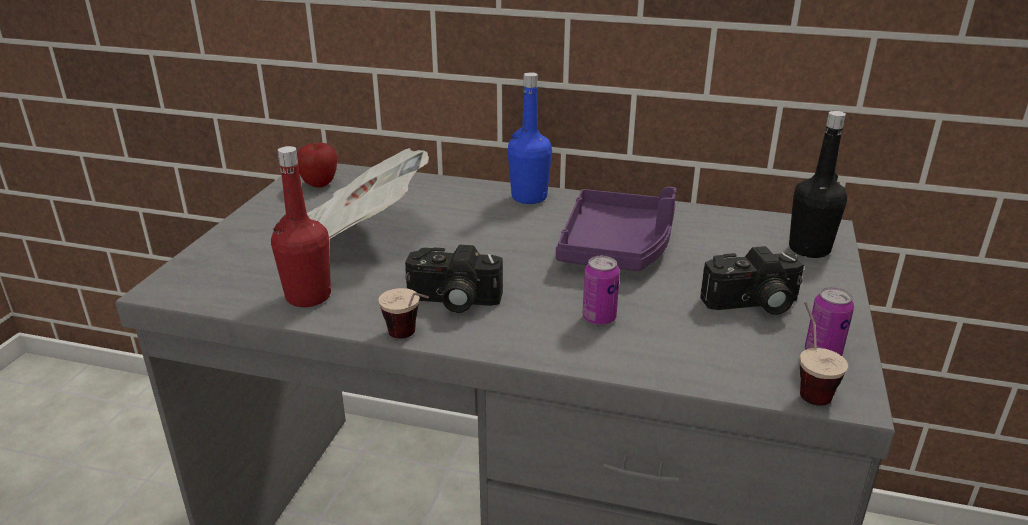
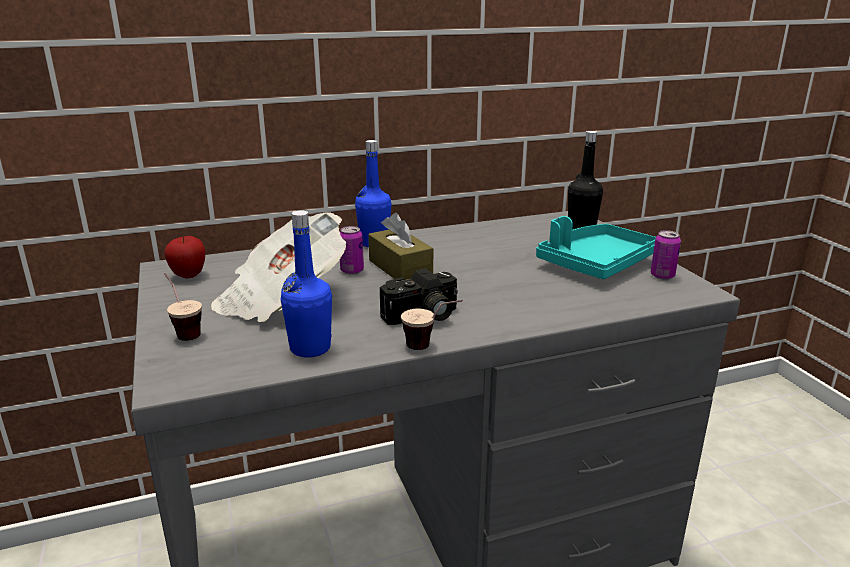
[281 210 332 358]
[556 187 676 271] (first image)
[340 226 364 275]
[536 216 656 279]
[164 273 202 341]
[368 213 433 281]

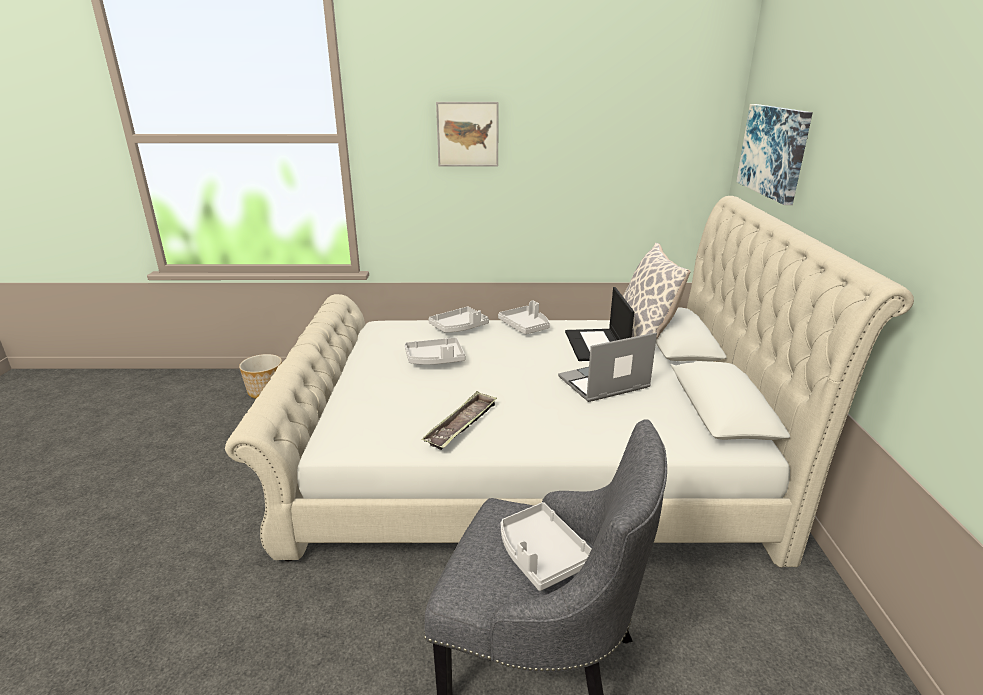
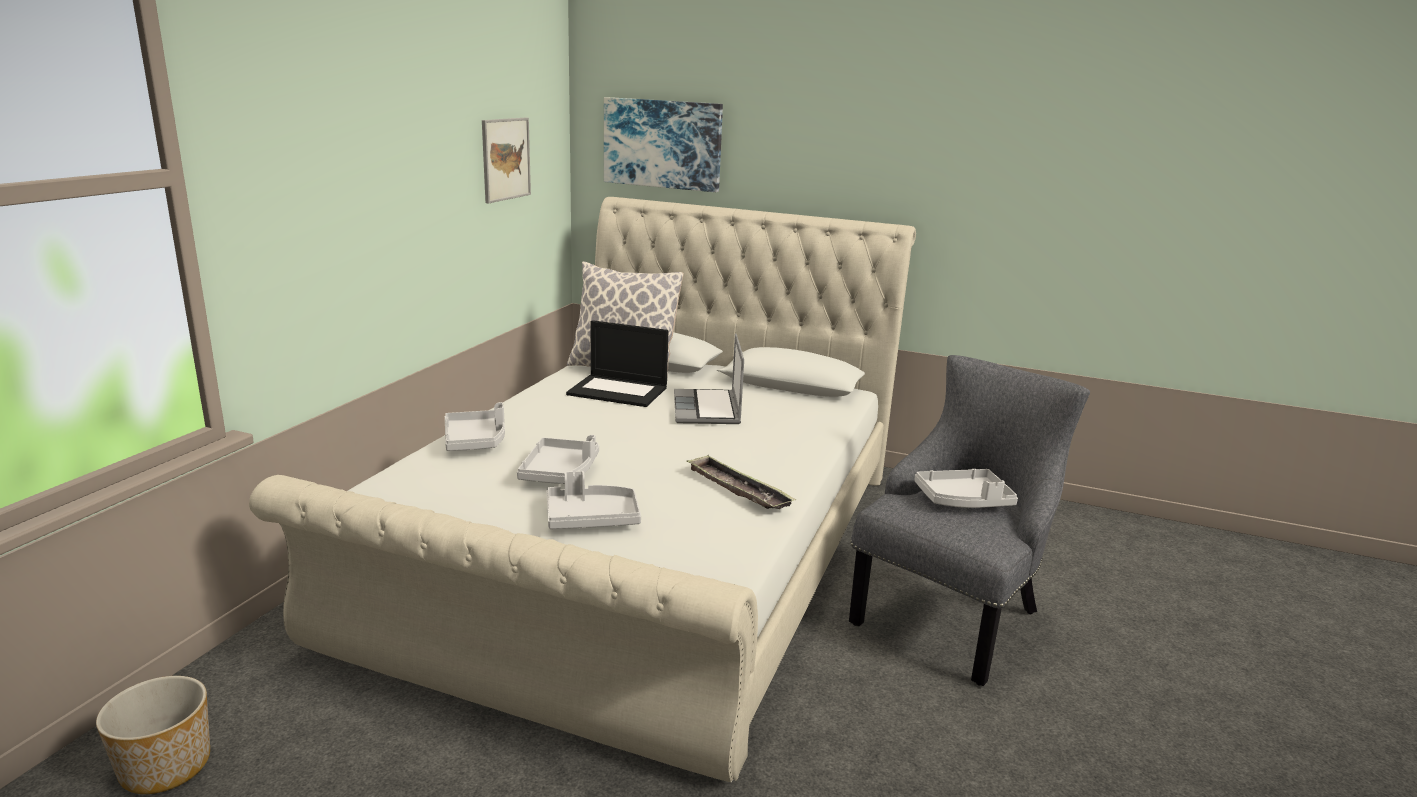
[482 118 531 203]
[546 471 641 529]

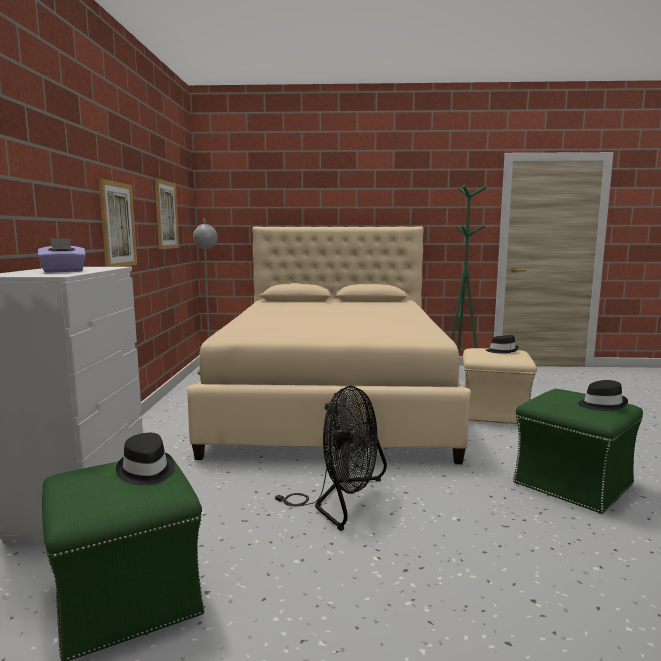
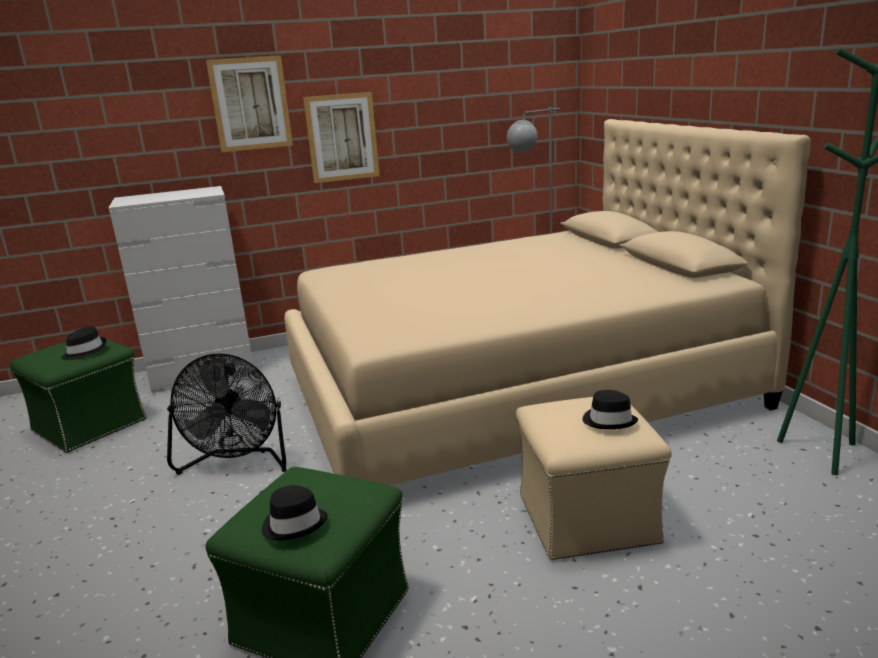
[38 238 86 273] (first image)
[206 55 293 152]

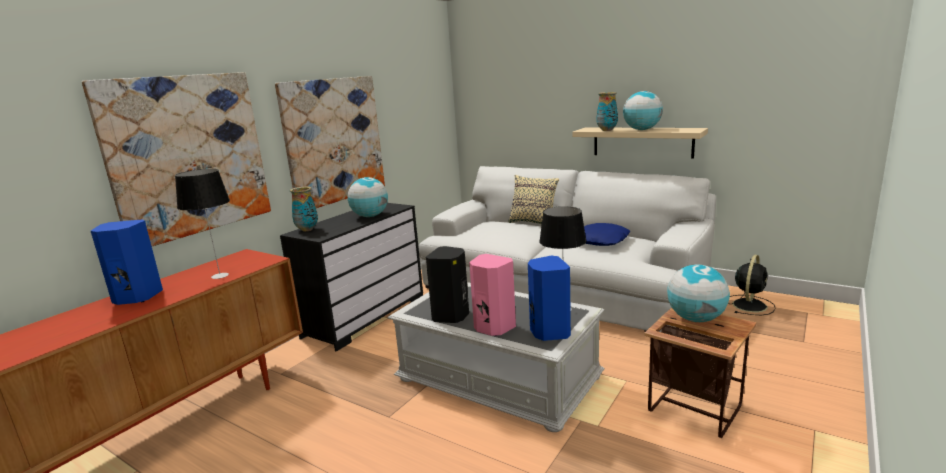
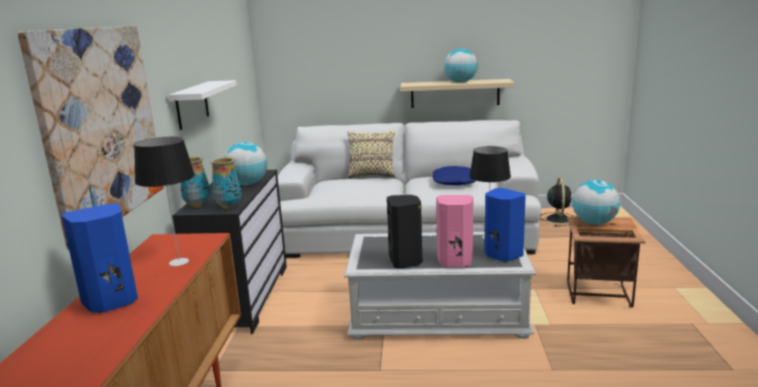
[168 80 237 130]
[210 157 242 209]

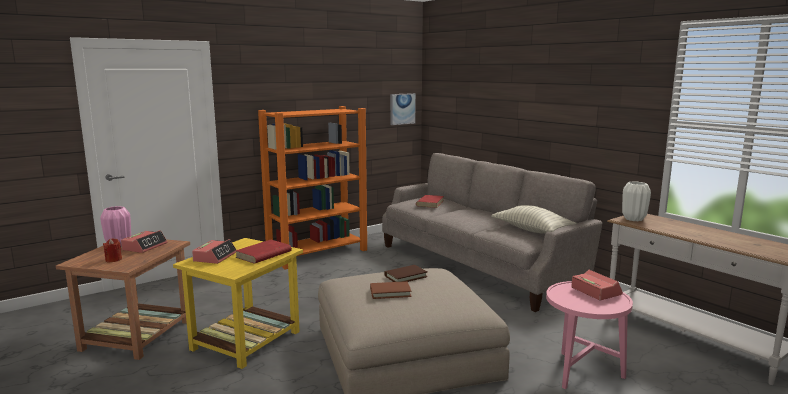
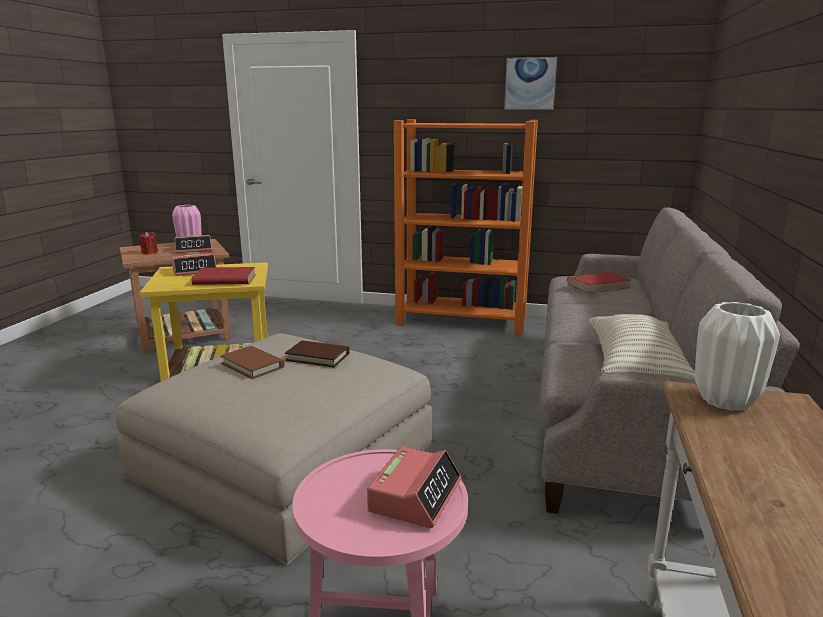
[504 57 557 110]

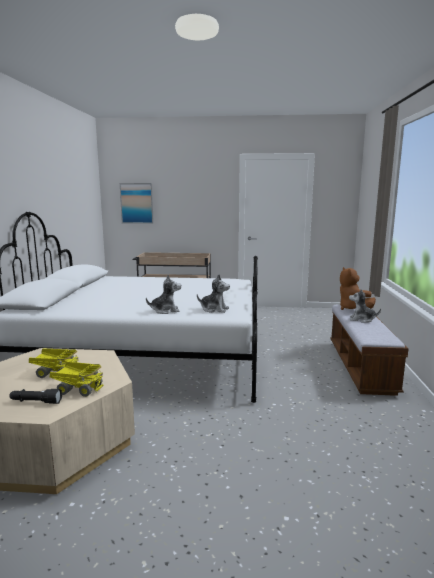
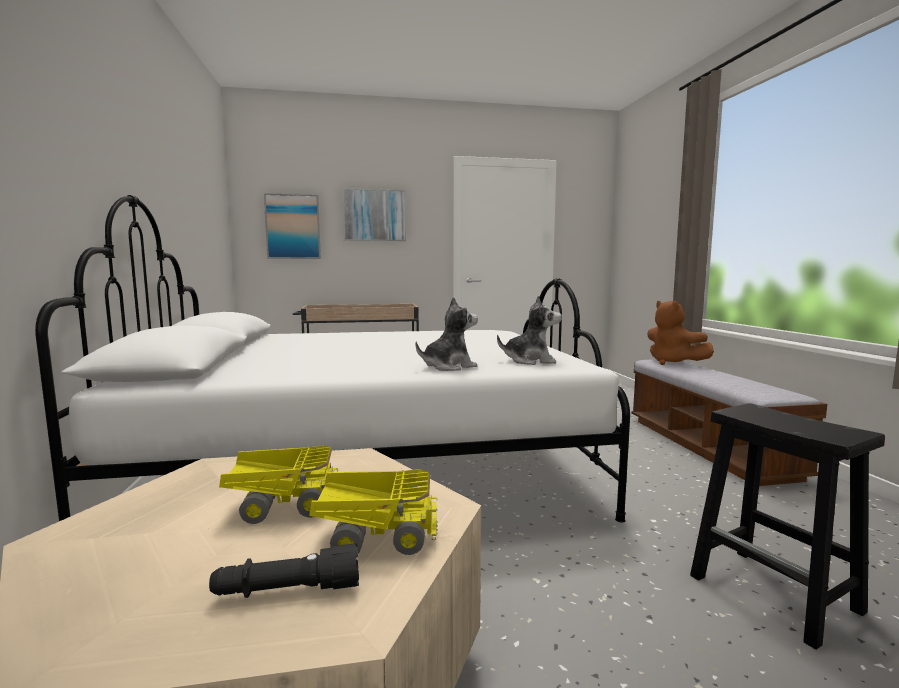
[349 289 381 323] (first image)
[342 188 406 241]
[690 403 885 650]

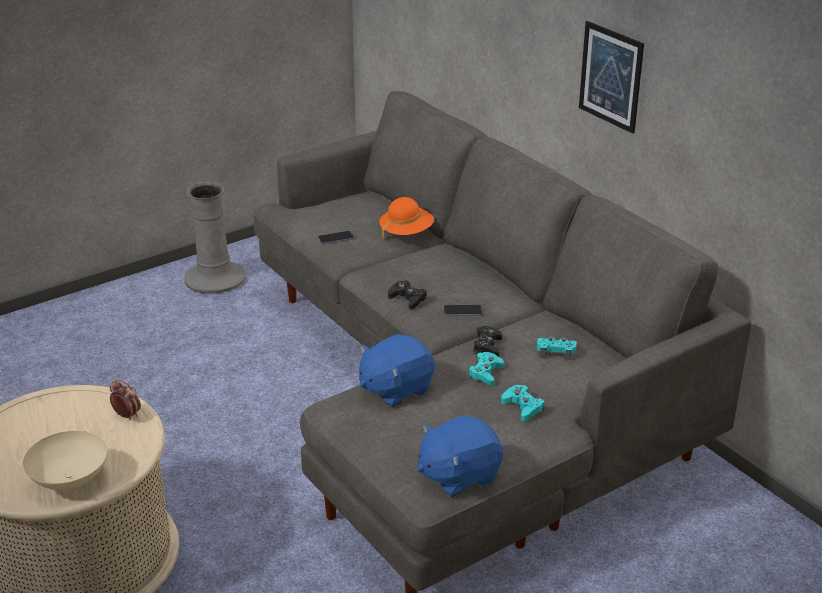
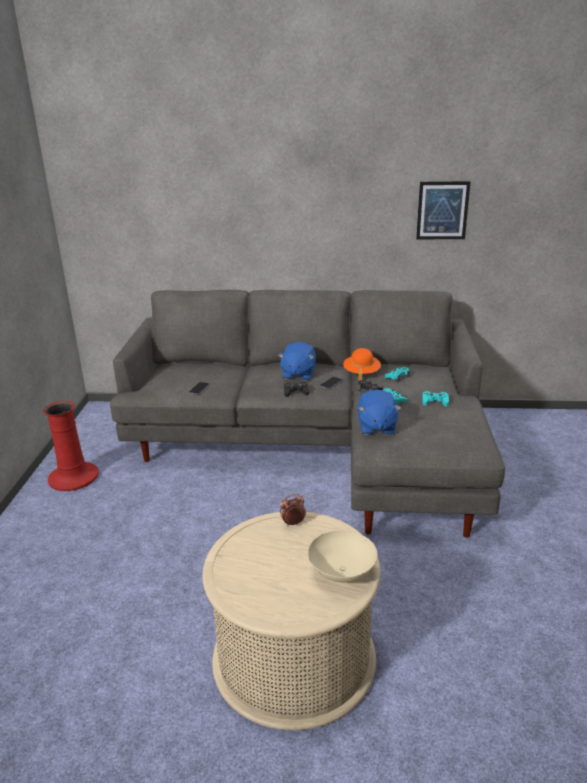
[43 401 99 491]
[343 348 381 381]
[278 342 316 381]
[416 181 471 239]

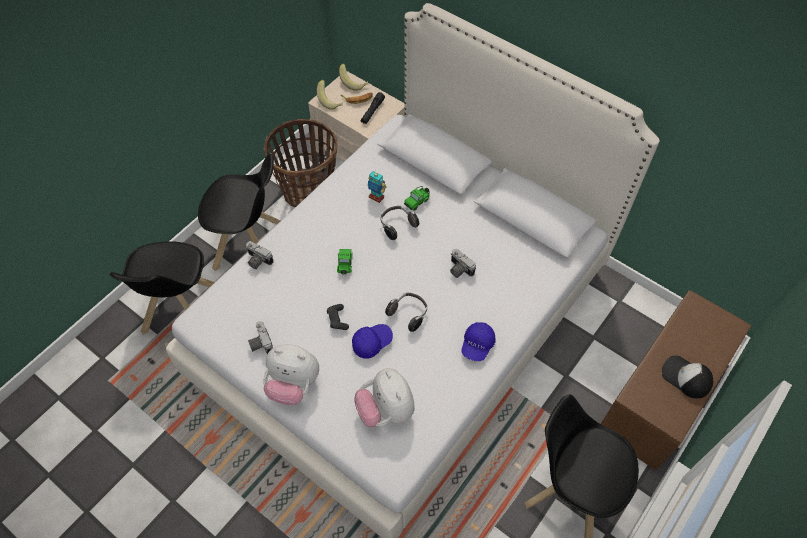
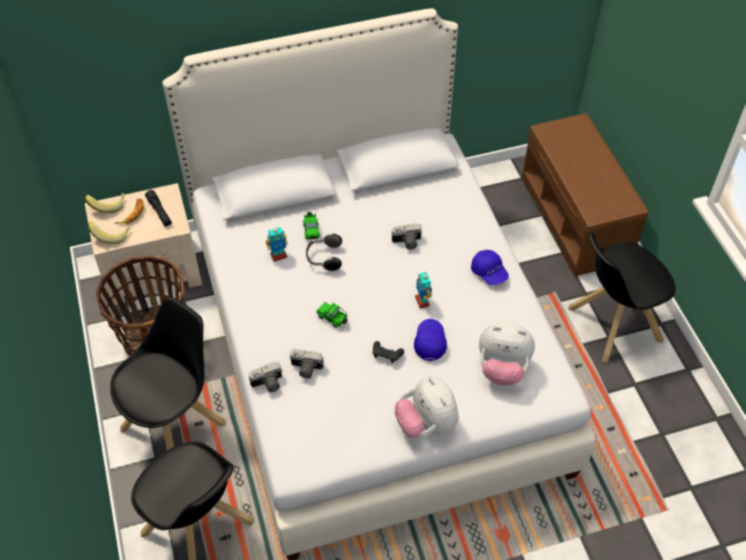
[289 349 323 378]
[395 376 459 438]
[415 272 432 308]
[661 355 713 399] (first image)

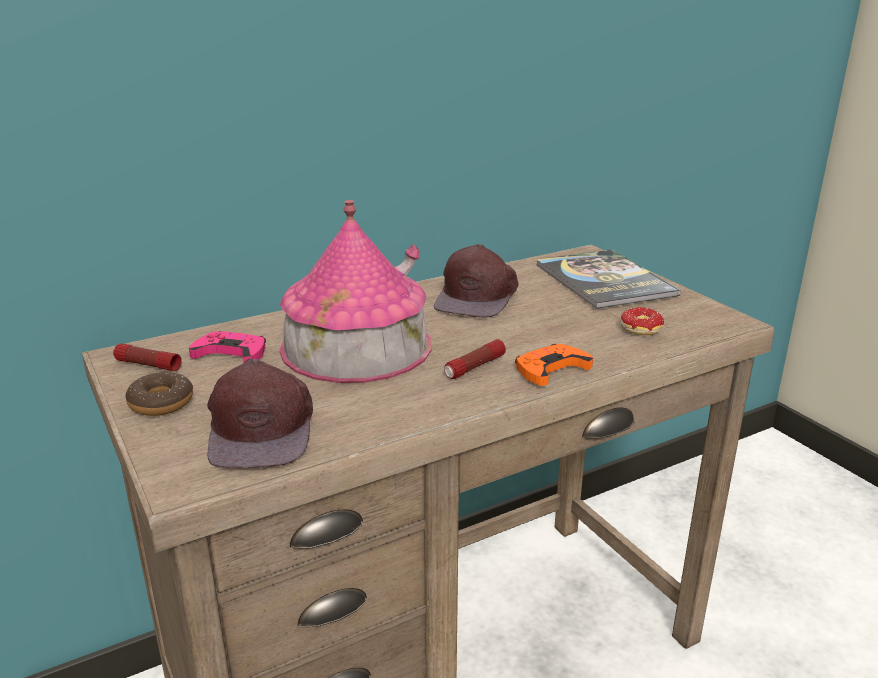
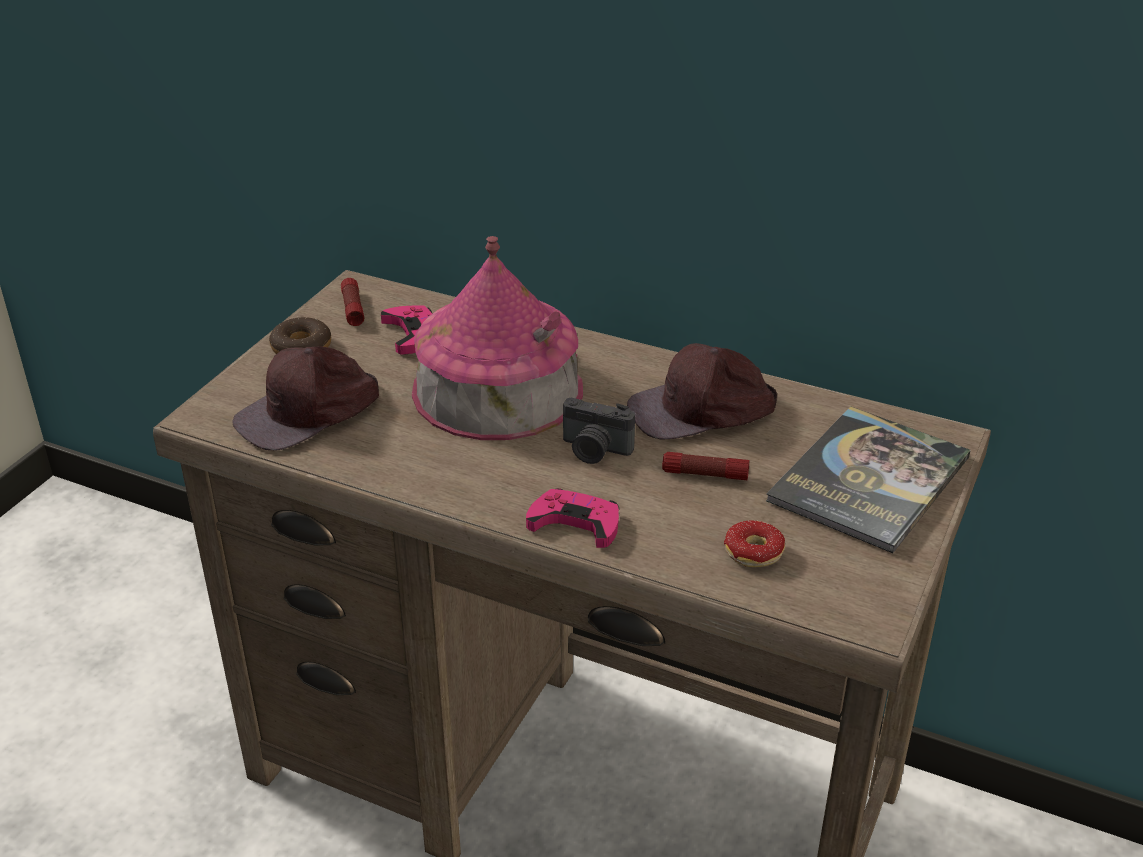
[662 452 749 480]
[526 488 619 548]
[563 398 635 464]

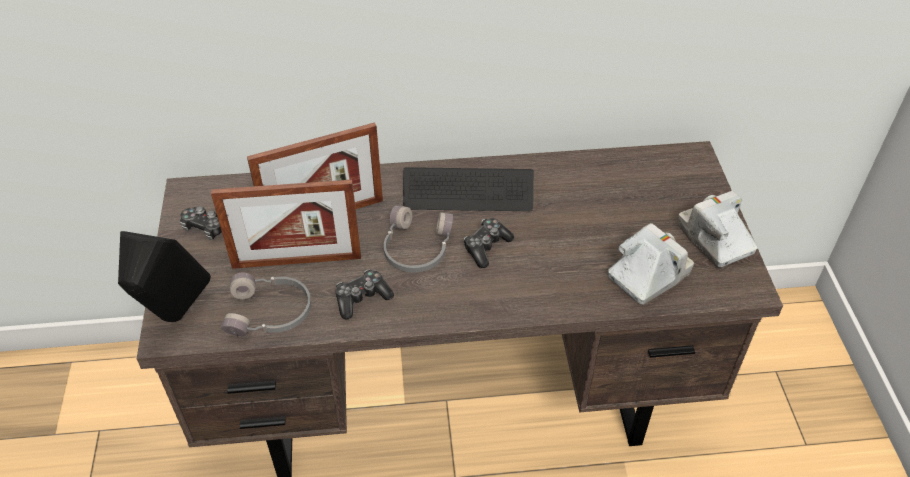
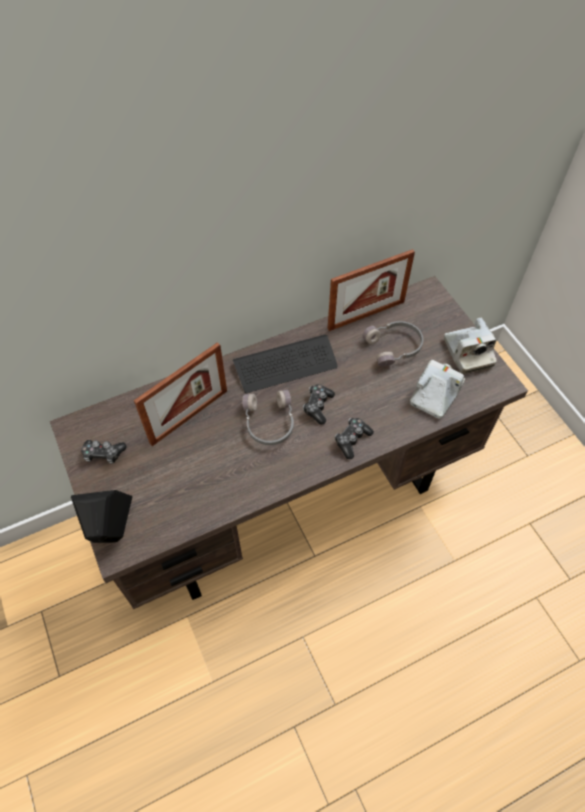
[327 249 415 331]
[363 321 423 366]
[335 418 374 459]
[444 317 497 374]

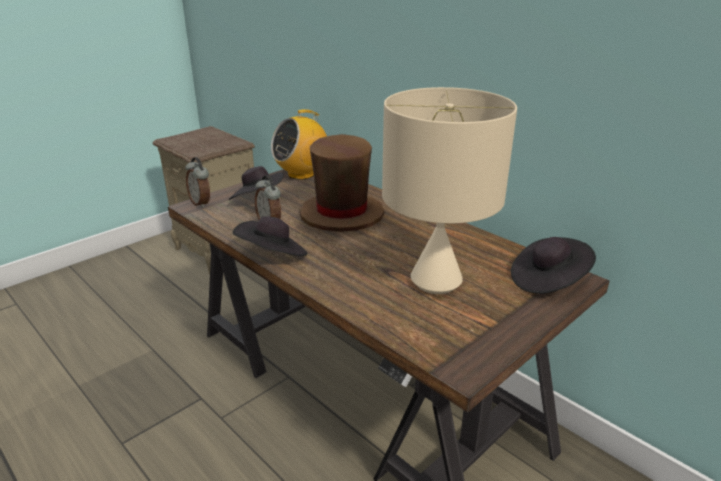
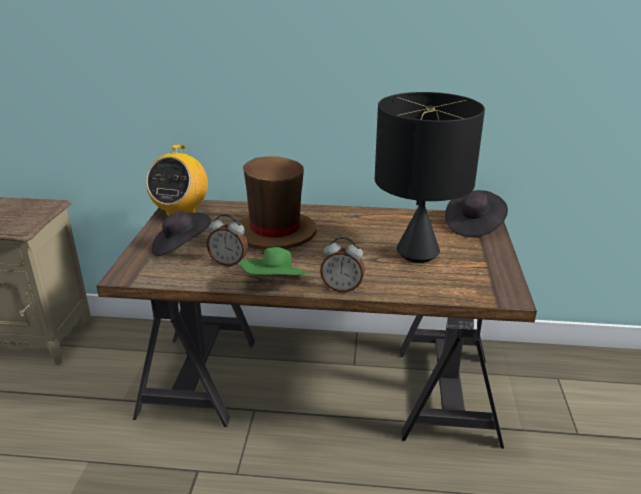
[320 237 365 292]
[239 247 311 275]
[375 92 485 263]

